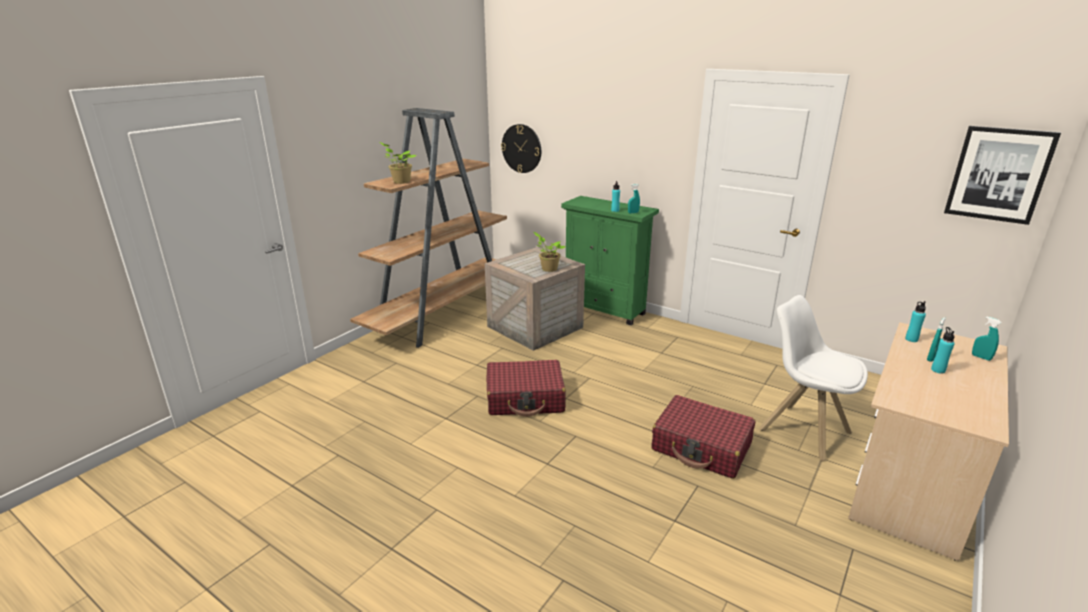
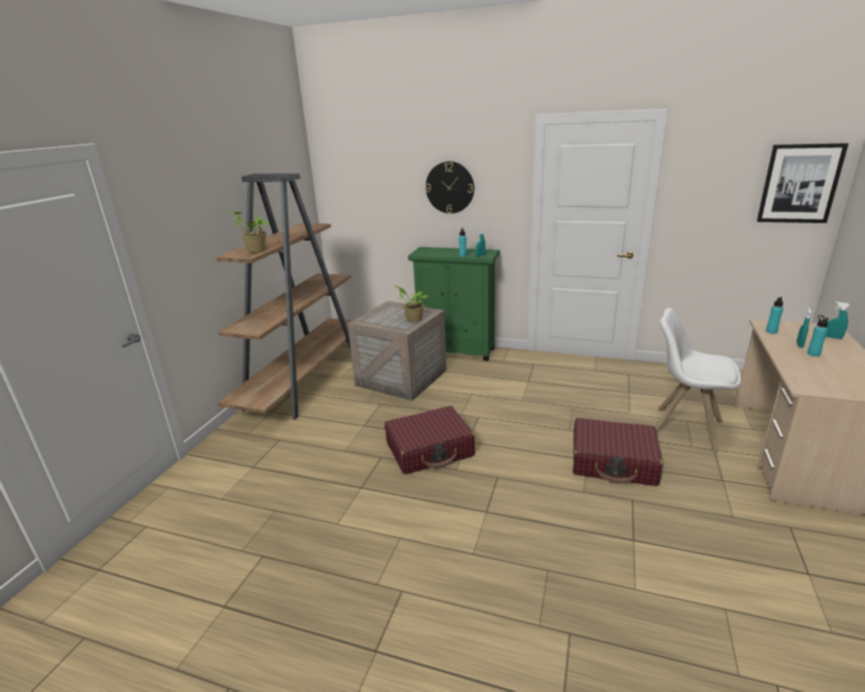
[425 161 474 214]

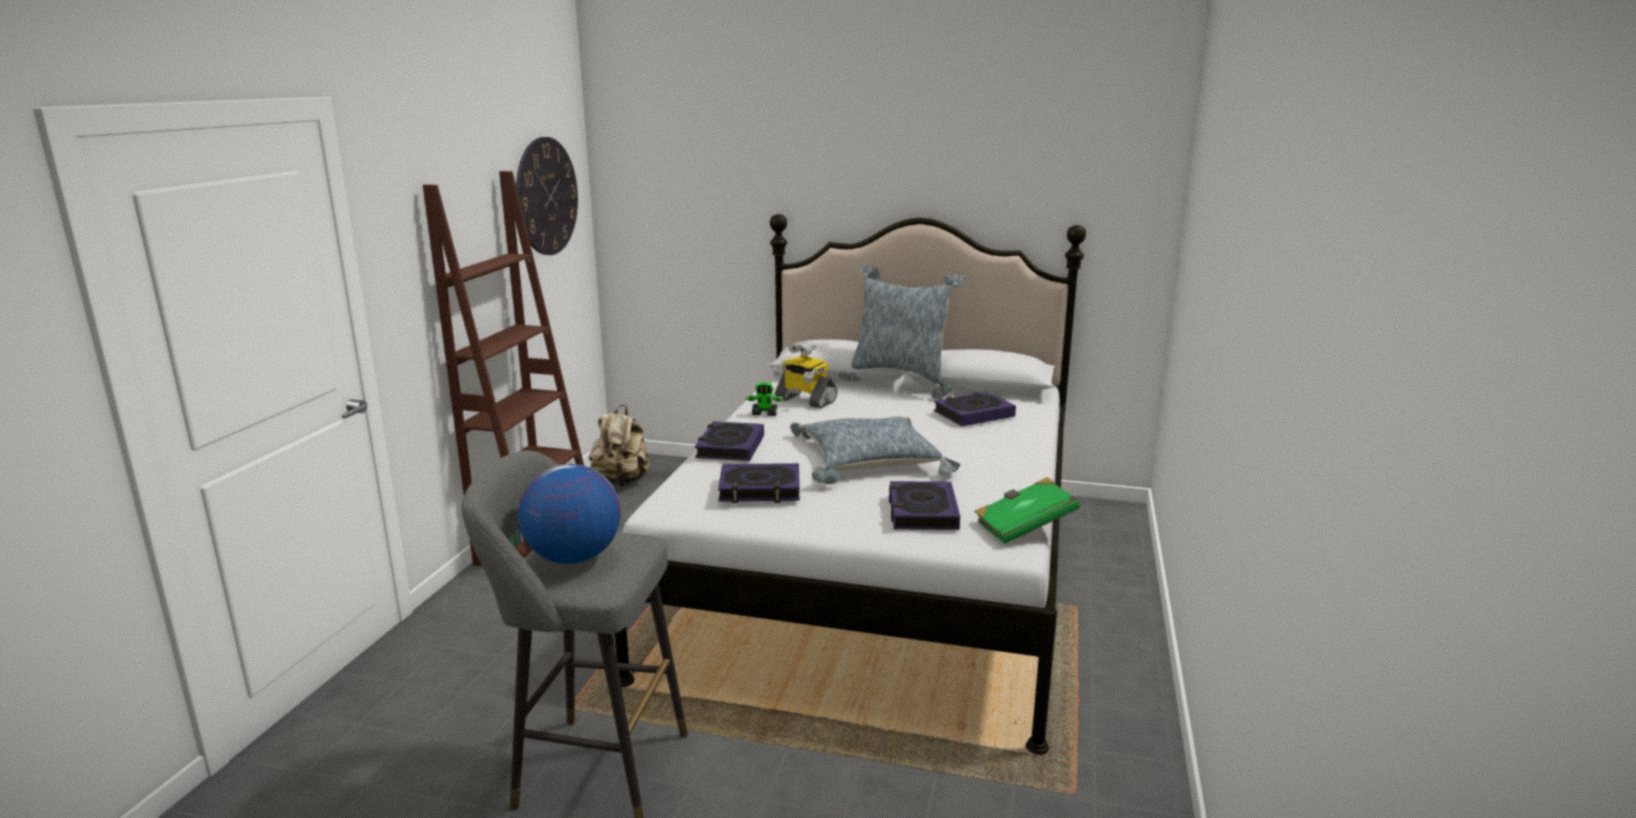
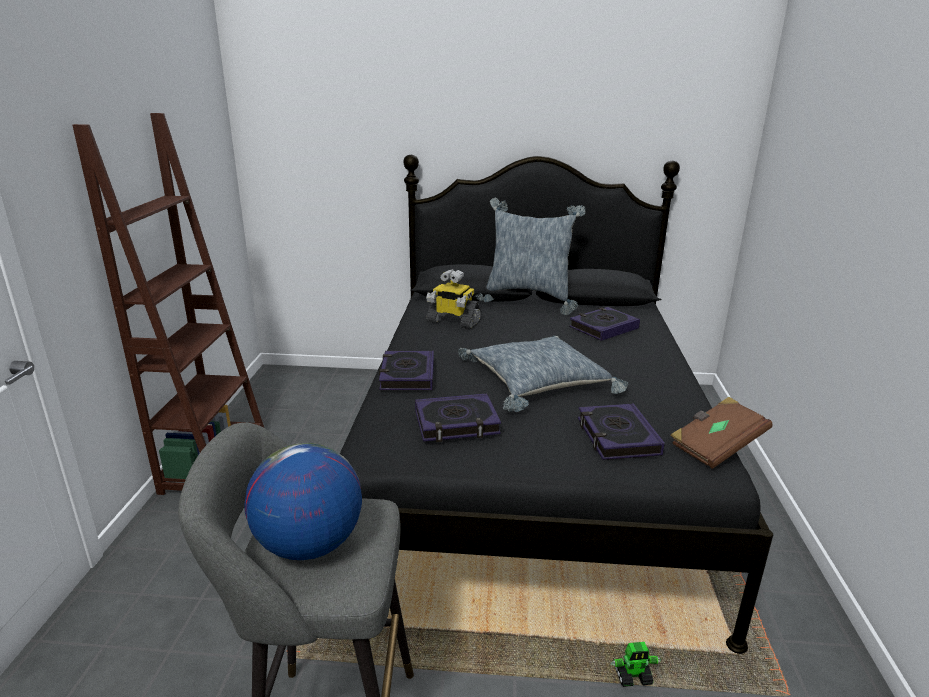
[516 137 578 255] (first image)
[589 405 650 486] (first image)
[340 155 773 654]
[610 642 662 687]
[671 397 772 469]

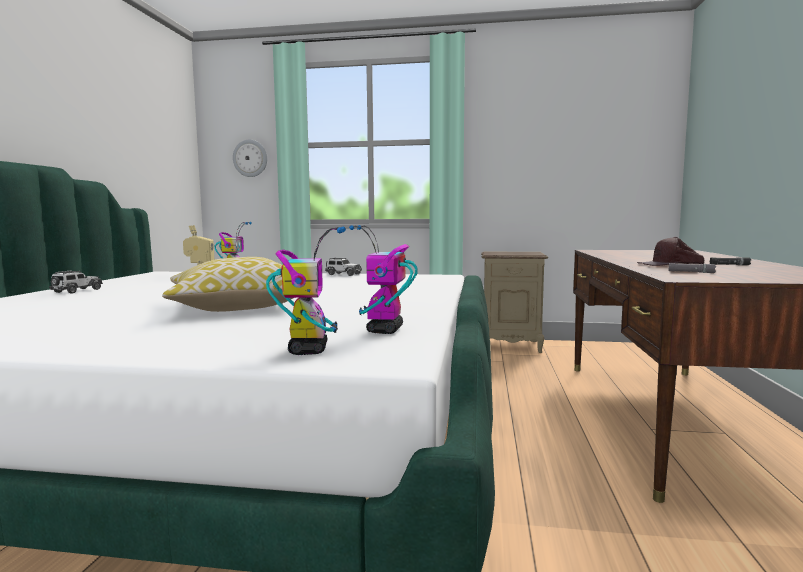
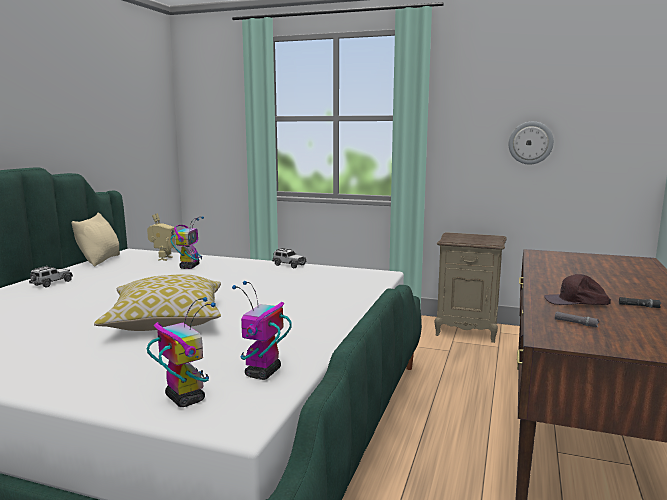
[509 121 554 165]
[147 297 216 407]
[72 212 120 266]

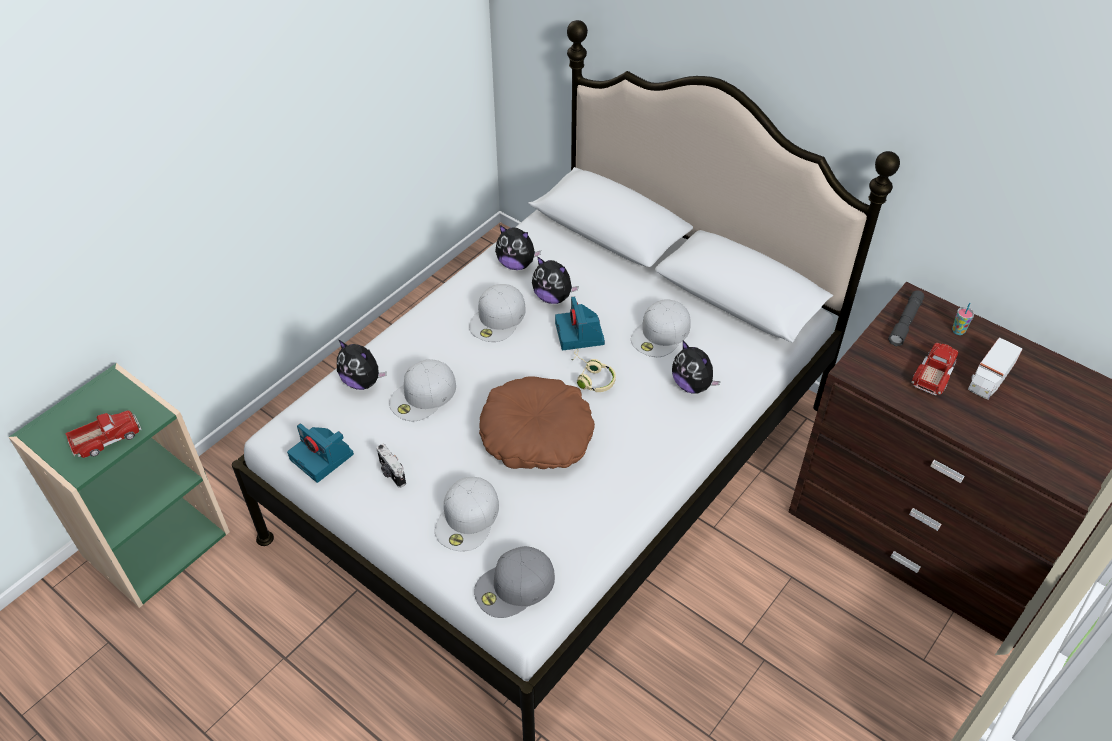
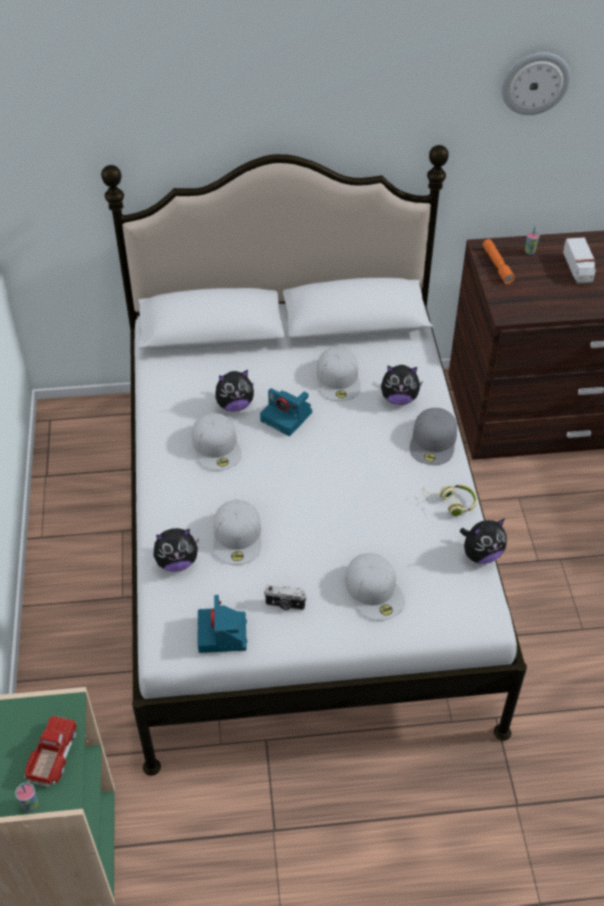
[197 595 247 653]
[410 408 457 465]
[479 377 595 469] (first image)
[460 518 507 564]
[422 484 477 516]
[483 239 515 284]
[911 343 958 395] (first image)
[15 782 38 811]
[502 52 571 115]

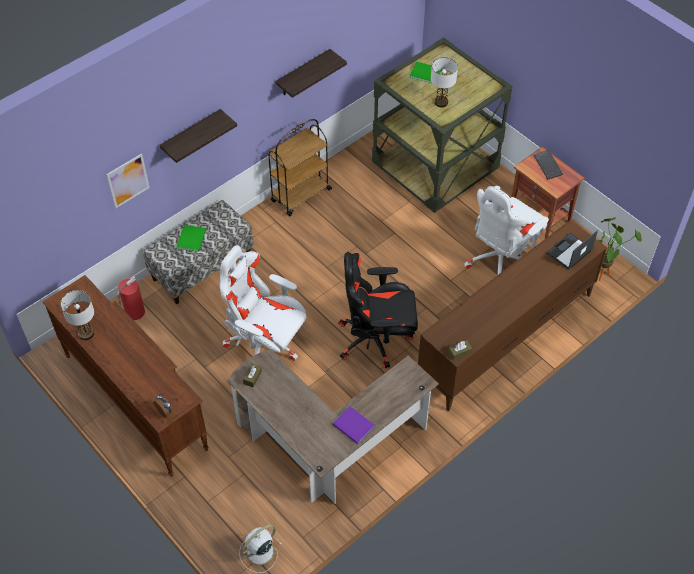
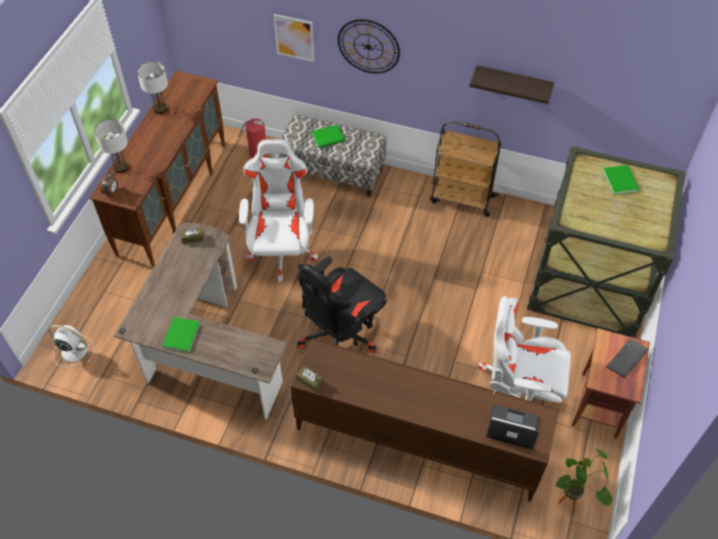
[338 19 400 74]
[162 317 200 352]
[296 257 387 353]
[94 119 129 173]

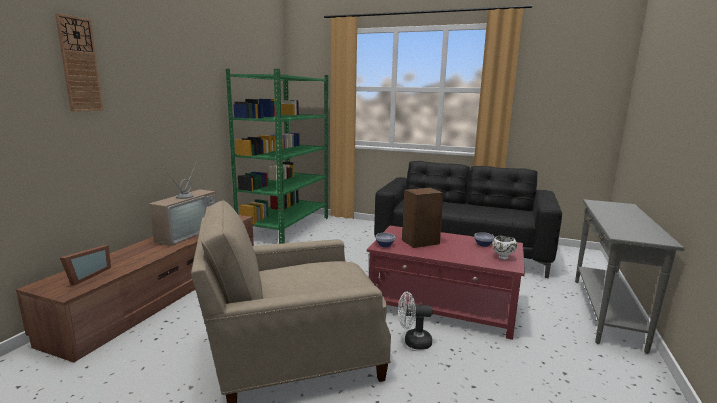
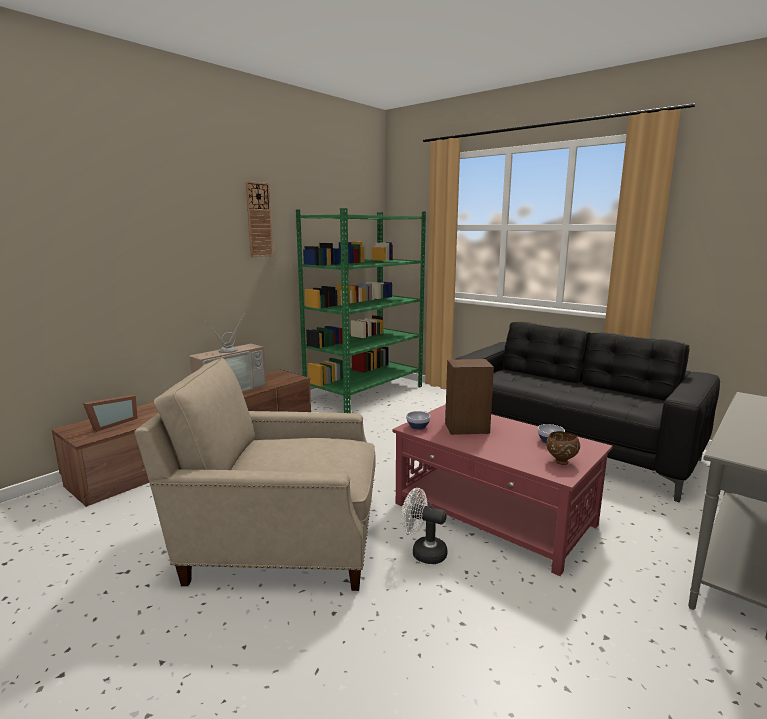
[245 181 273 257]
[546 431 580 465]

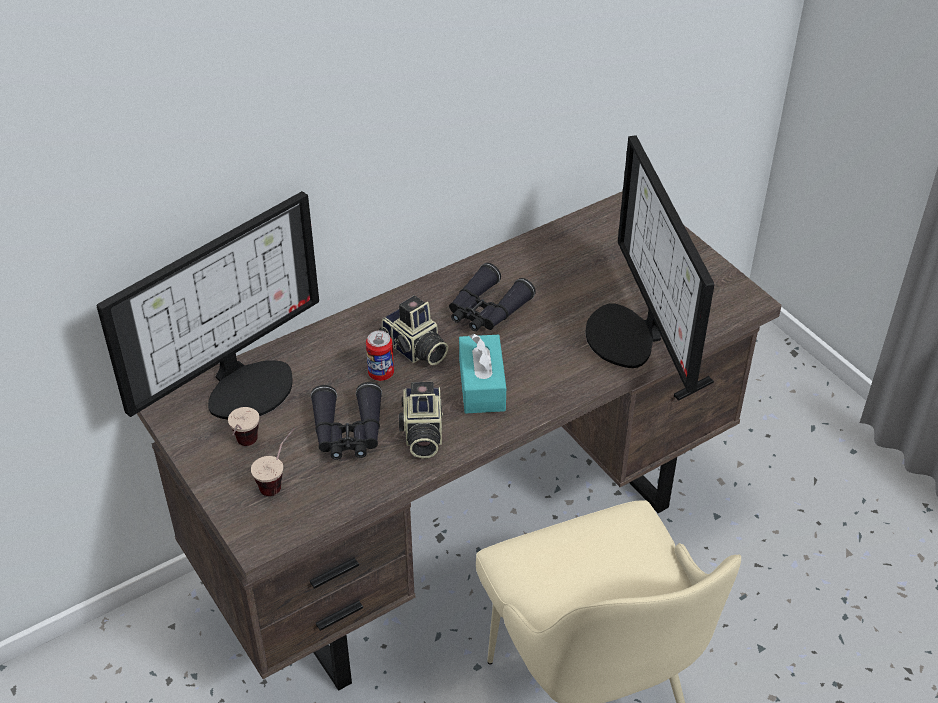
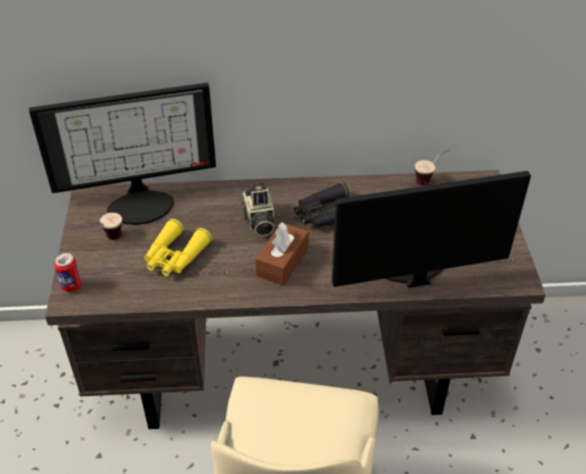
[415 149 451 186]
[144 219 212 276]
[54 253 81 292]
[399 382 443 459] (first image)
[255 222 309 286]
[332 171 531 288]

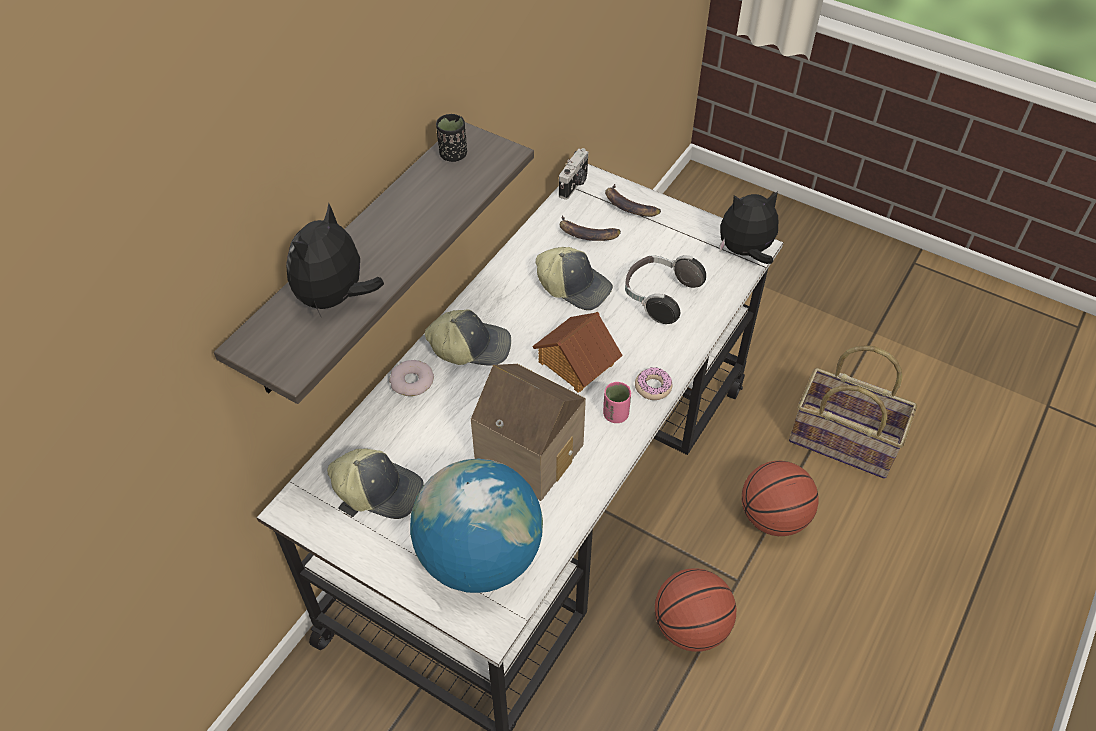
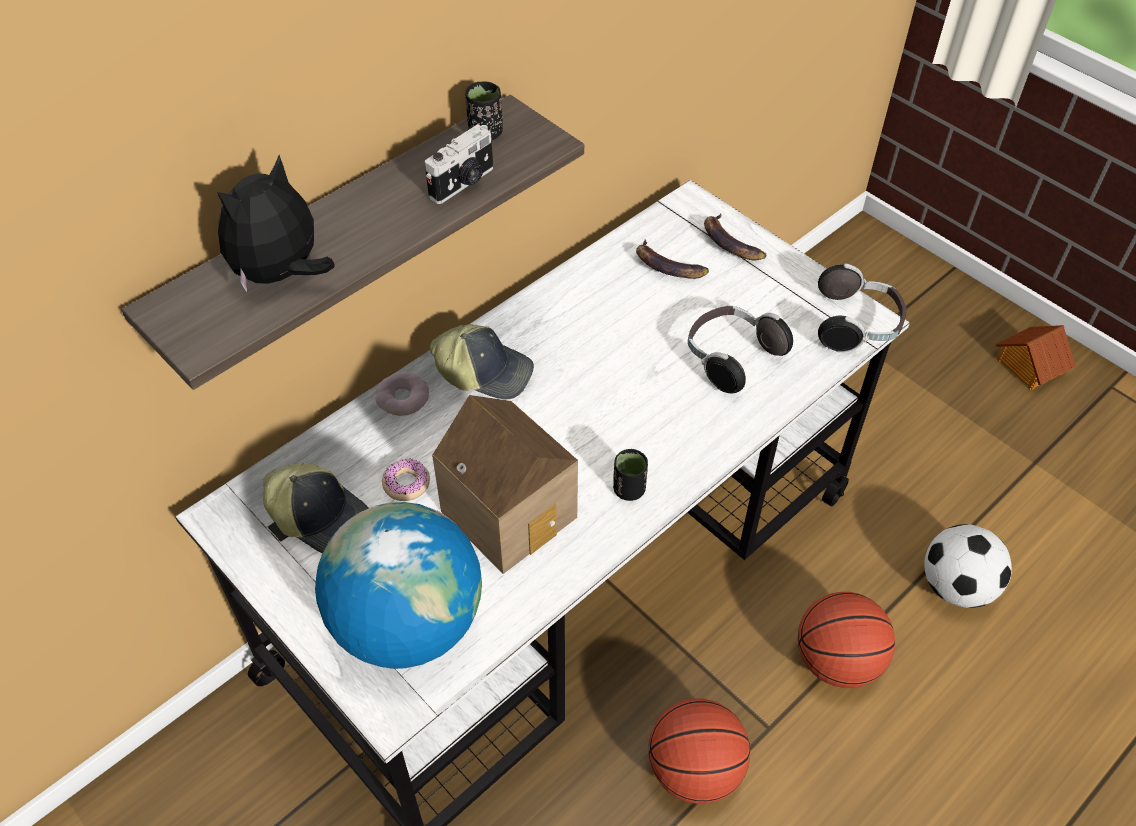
[996 325 1076 390]
[535 247 613 310] (first image)
[425 124 493 204]
[613 449 648 501]
[382 459 430 501]
[818 264 907 353]
[924 524 1012 608]

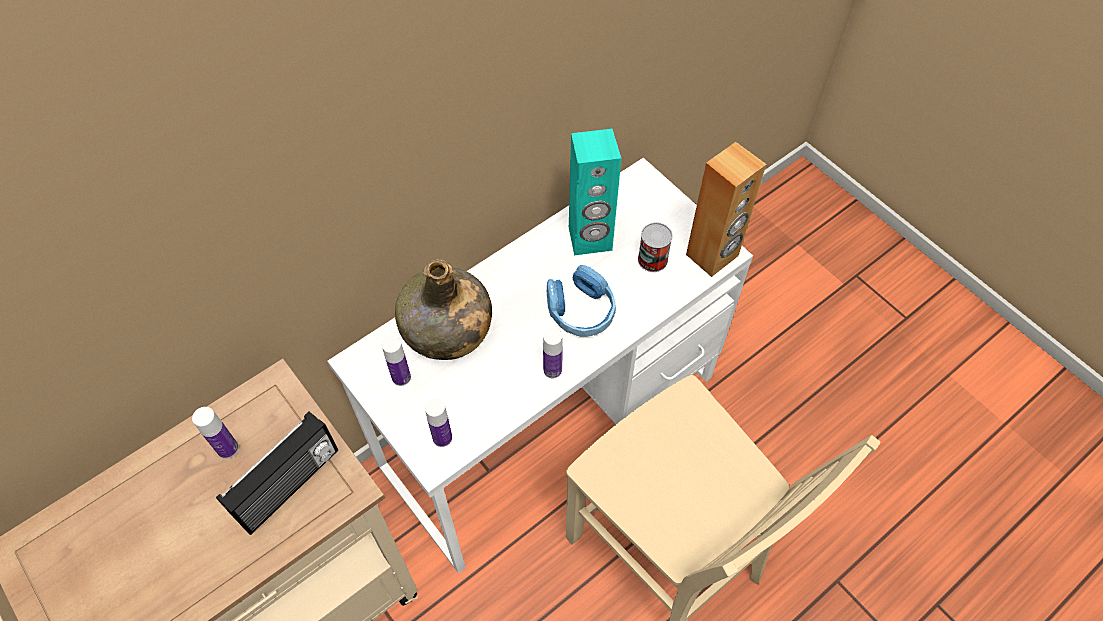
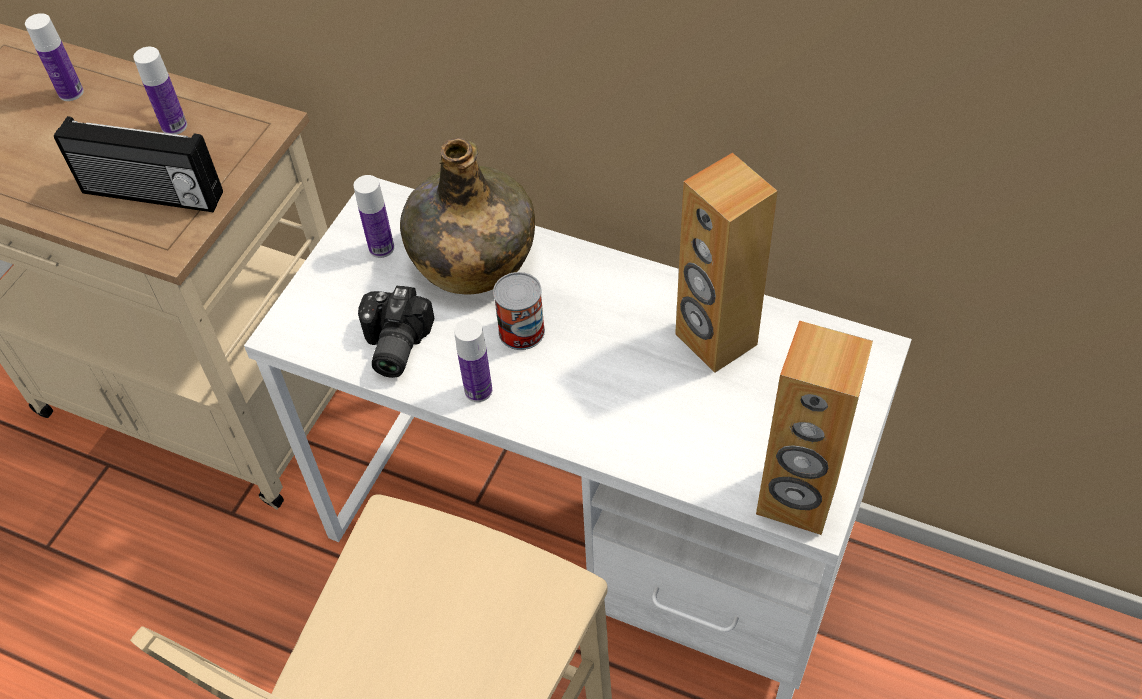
[25 13 84 101]
[547 265 616 337] (first image)
[675 153 778 373]
[493 272 545 350]
[358 286 435 378]

